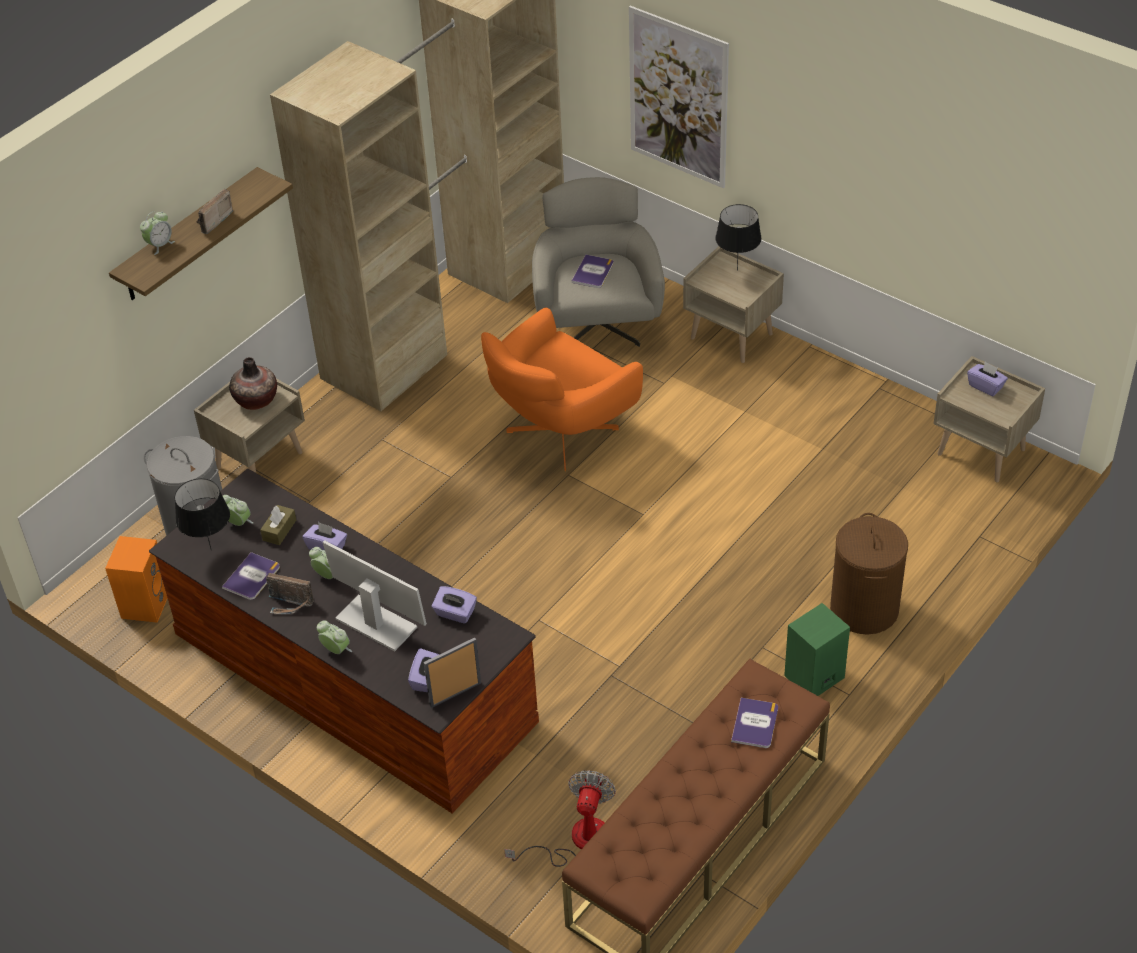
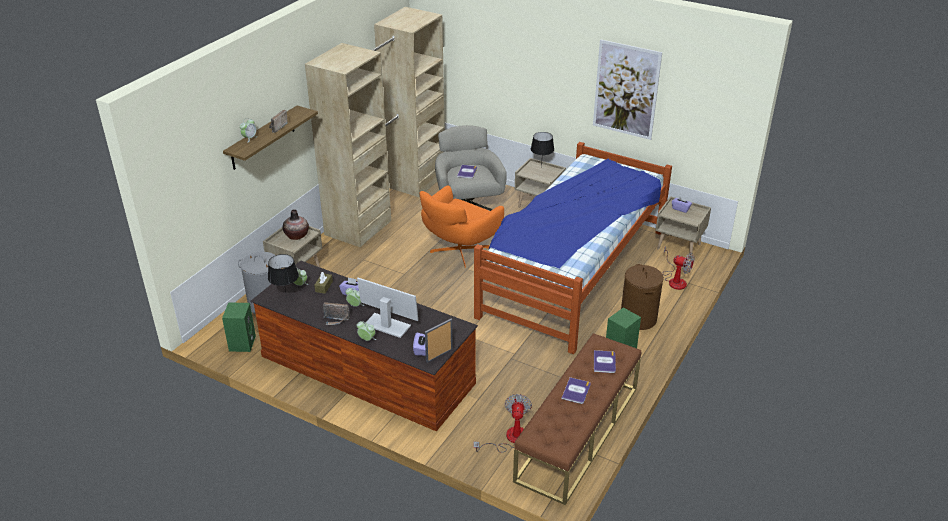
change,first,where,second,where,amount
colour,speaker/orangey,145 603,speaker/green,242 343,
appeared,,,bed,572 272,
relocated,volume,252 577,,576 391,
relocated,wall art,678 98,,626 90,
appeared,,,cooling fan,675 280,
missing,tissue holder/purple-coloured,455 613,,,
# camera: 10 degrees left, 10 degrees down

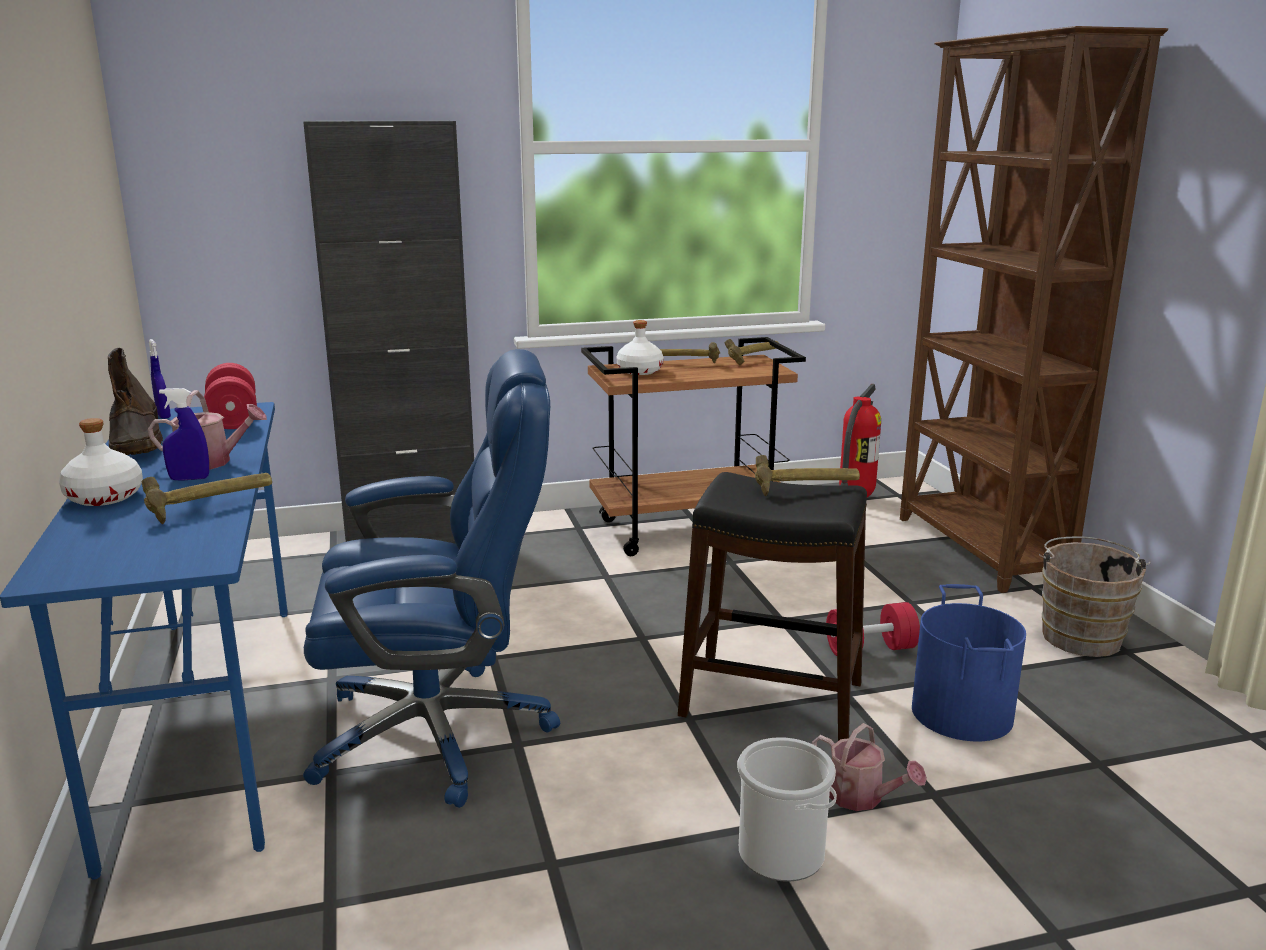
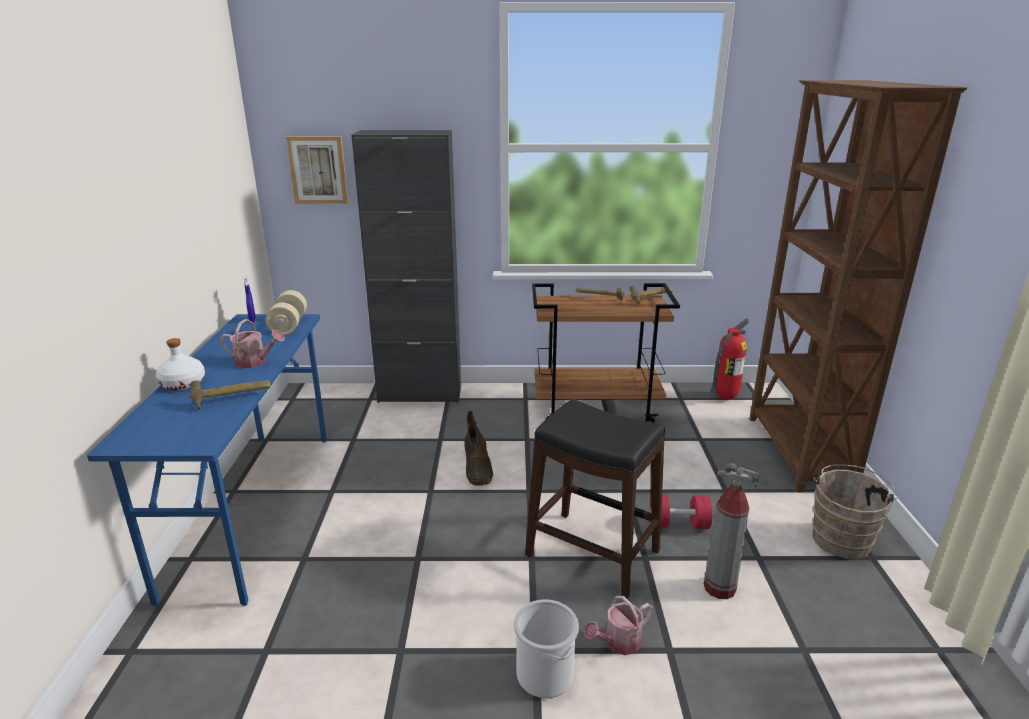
change,first,where,second,where,amount
colour,hand weight/reddish,233 418,hand weight/sand-coloured,289 325,
appeared,,,wall art,318 170,
relocated,high-top boot/brown-coloured,137 442,,478 468,
spun,sprinkling can,862 798,,618 643,90 degrees clockwise
exchanged,pail/blue,960 713,fire-fighting cylinder,719 588,
missing,spray bottle/blue,189 479,,,
missing,desk chair/blue,439 733,,,
missing,bottle/white-coloured,639 371,,,
missing,tool hammer,806 490,,,
# camera: 15 degrees right, 5 degrees up

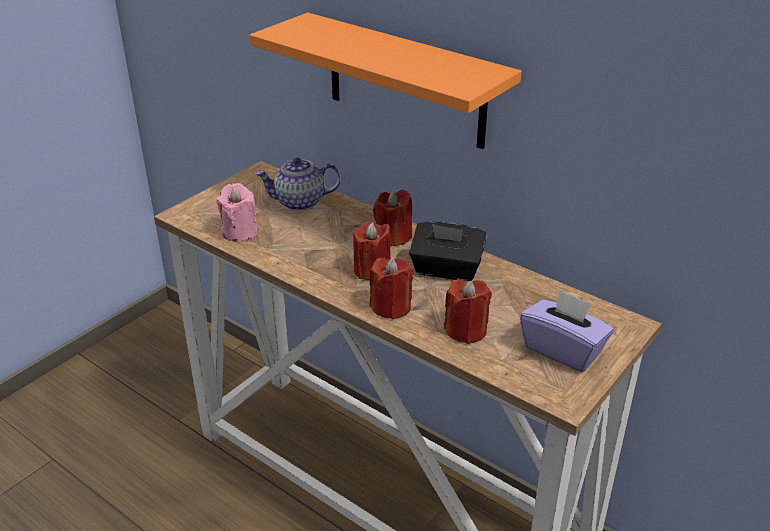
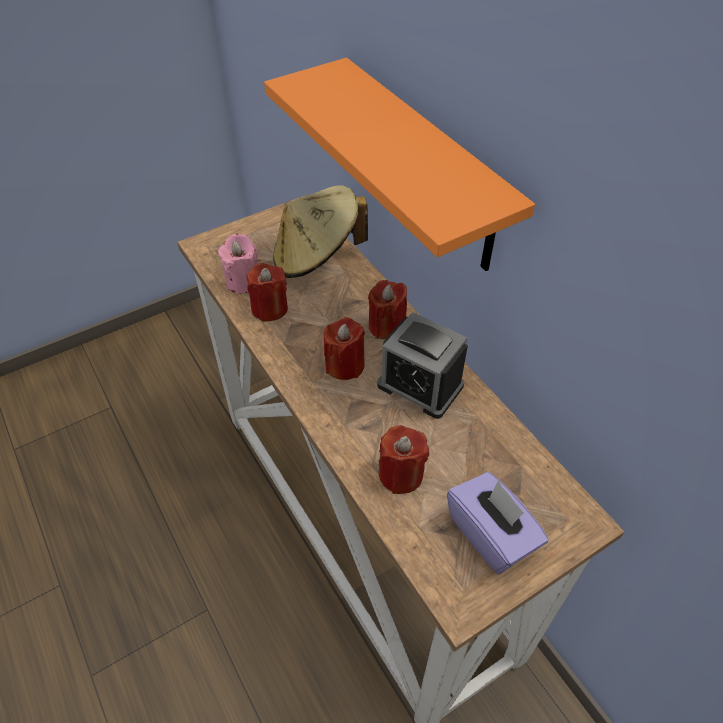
change,first,where,second,where,amount
relocated,candle/reddish,391 307,,269 308,
exchanged,tea pot,299 202,clothing hat/sand-coloured,317 257,
exchanged,tissue holder/black-coloured,446 270,alarm clock,420 385,
# camera: 20 degrees right, 15 degrees up

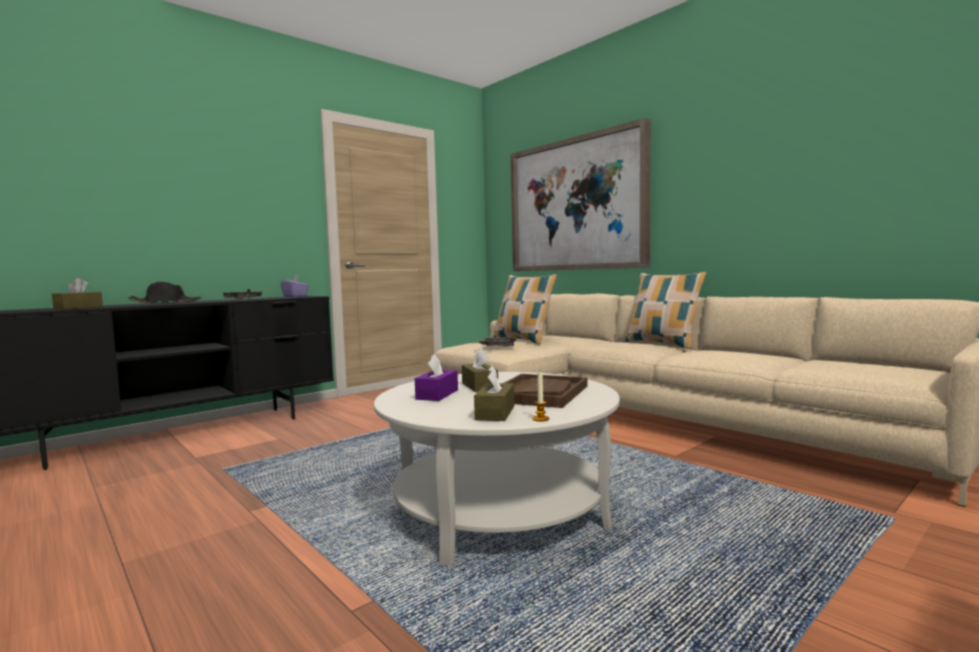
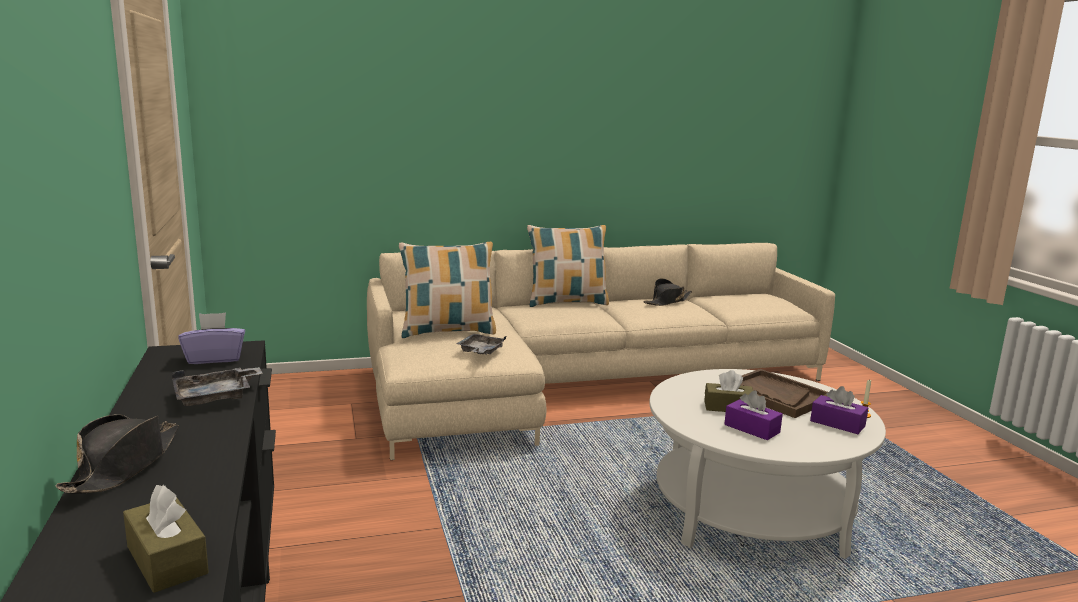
change,first,where,second,where,amount
appeared,,,clothing hat/black-coloured,667 301,
colour,tissue holder/brown-coloured,495 413,tissue holder/purple-coloured,837 423,
missing,wall art,576 205,,,
# camera: 65 degrees left, 10 degrees up

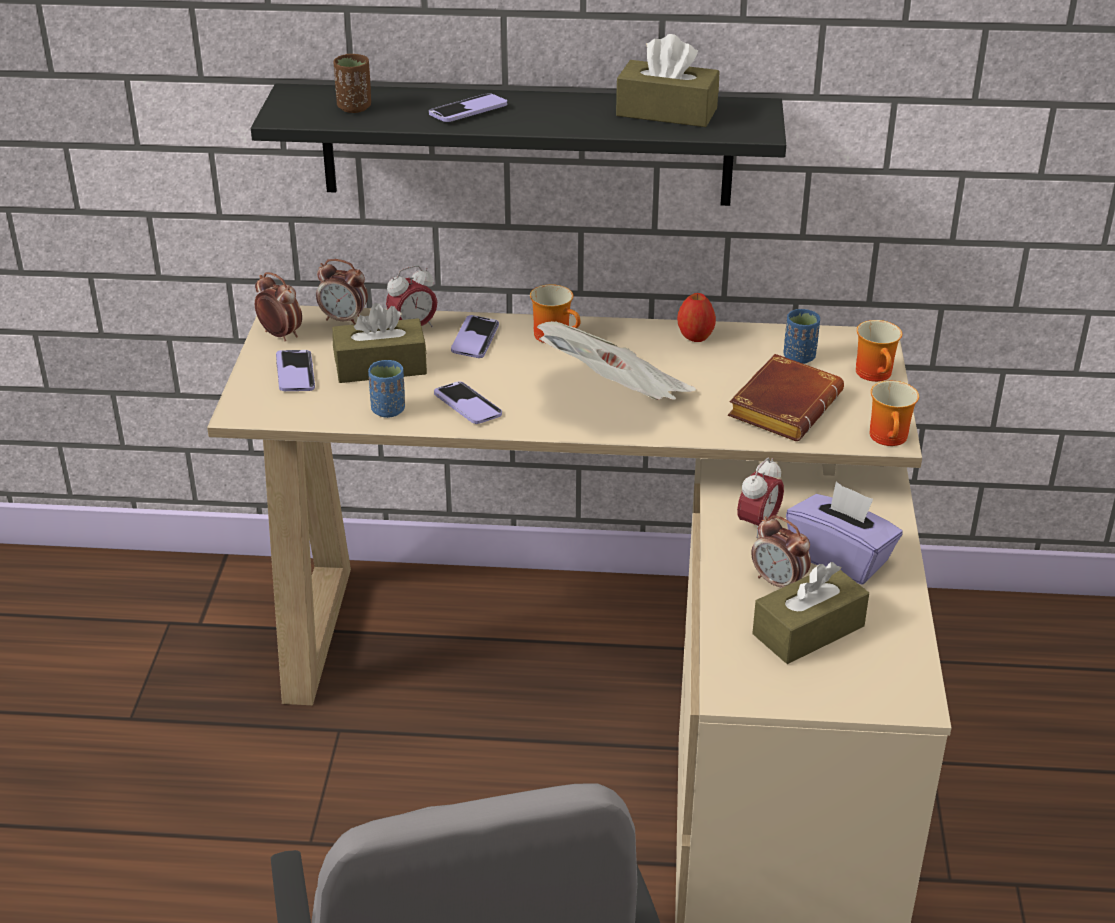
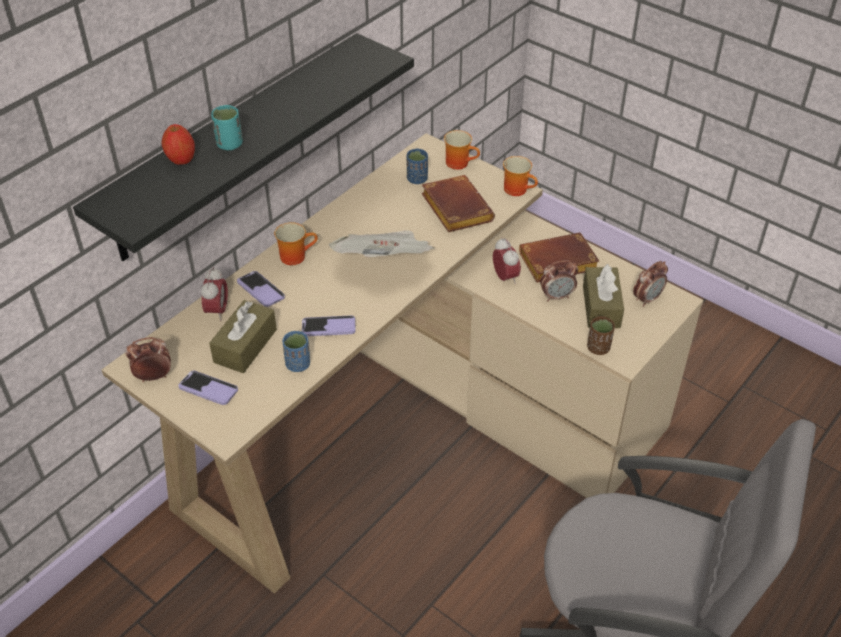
change,first,where,second,where,amount
relocated,apple,695 336,,181 160,
exchanged,handset,468 110,small cup/turquoise,229 144,
exchanged,tissue holder/purple-coloured,840 558,volume/brown-coloured,556 264,
relocated,small cup/brown-coloured,354 107,,598 348,
relocated,alarm clock,344 319,,647 299,
missing,tissue holder/brown-coloured,666 112,,,
# camera: 55 degrees left, 10 degrees up

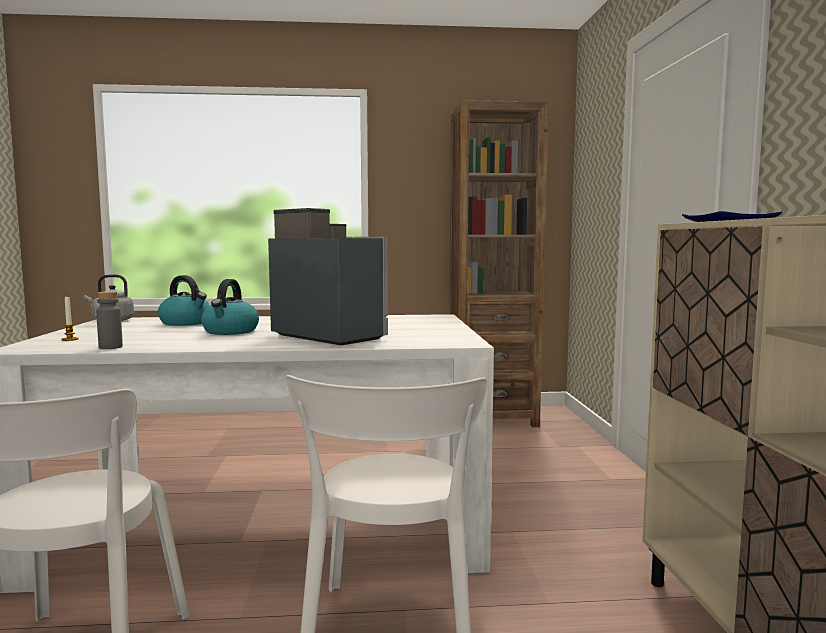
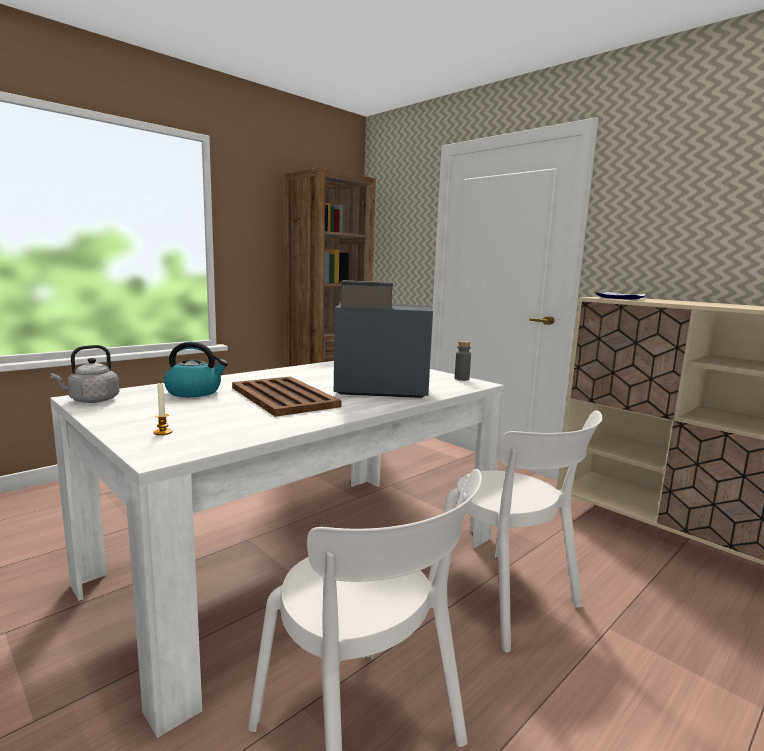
change,first,where,second,where,amount
exchanged,water kettle,230 331,tray/brown-coloured,283 396,
relocated,bottle/gray,110 347,,461 379,
# camera: 40 degrees left, 5 degrees up

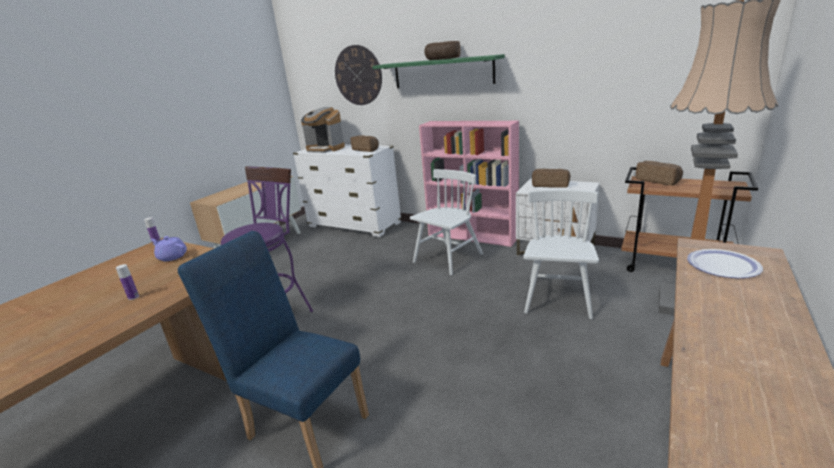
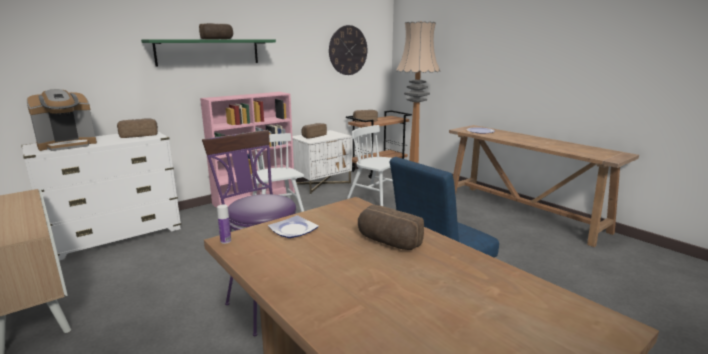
change,first,where,second,where,amount
exchanged,tea pot/purple-coloured,172 257,flat dish,294 230,
relocated,hanging clock,358 75,,348 50,
exchanged,bottle,133 297,baked bread,387 242,
# camera: 70 degrees left, 5 degrees down

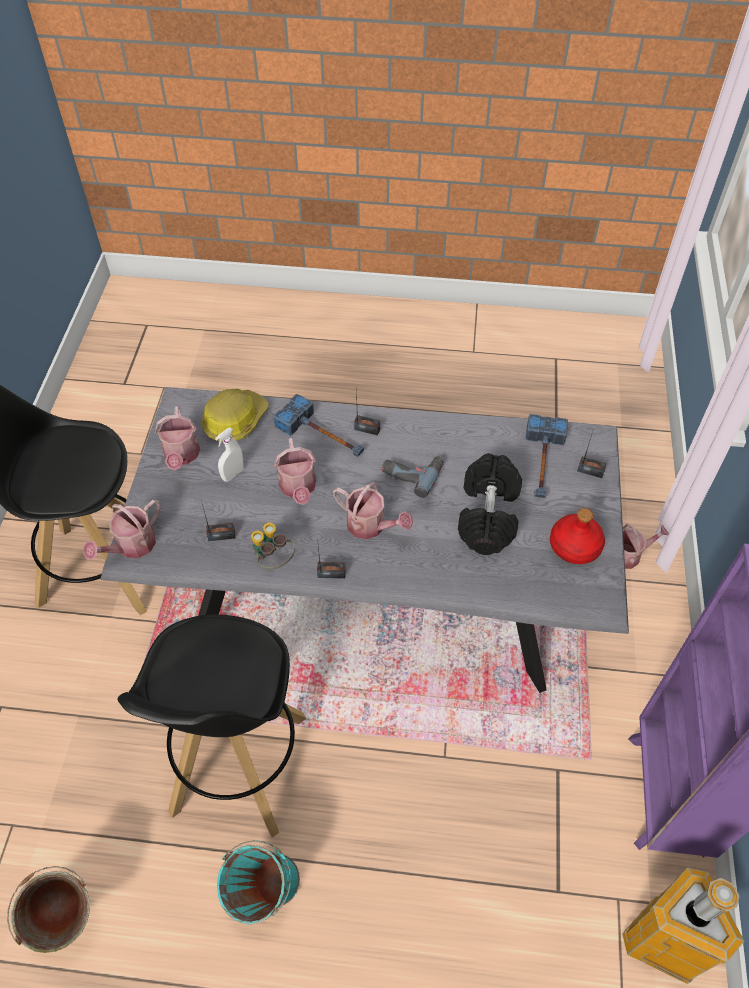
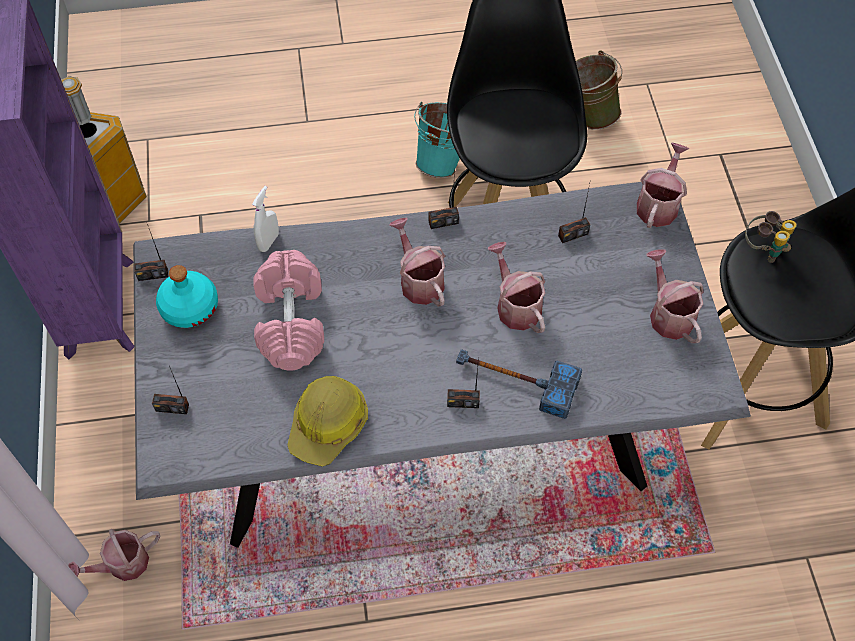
change,first,where,second,where,amount
appeared,,,radio receiver,153 274,
colour,bottle/reddish,575 547,bottle/turquoise,189 307,
relocated,spray bottle/white-coloured,233 474,,268 242,
colour,hand weight/black-coloured,488 516,hand weight/pink,290 321,
relocated,hard hat,235 421,,328 424,
spun,sprinkling can,371 526,,419 280,45 degrees clockwise
relocated,binoculars,273 560,,763 249,
missing,electric drill,412 472,,,
missing,tool hammer,542 462,,,
# camera: 165 degrees right, 5 degrees up

